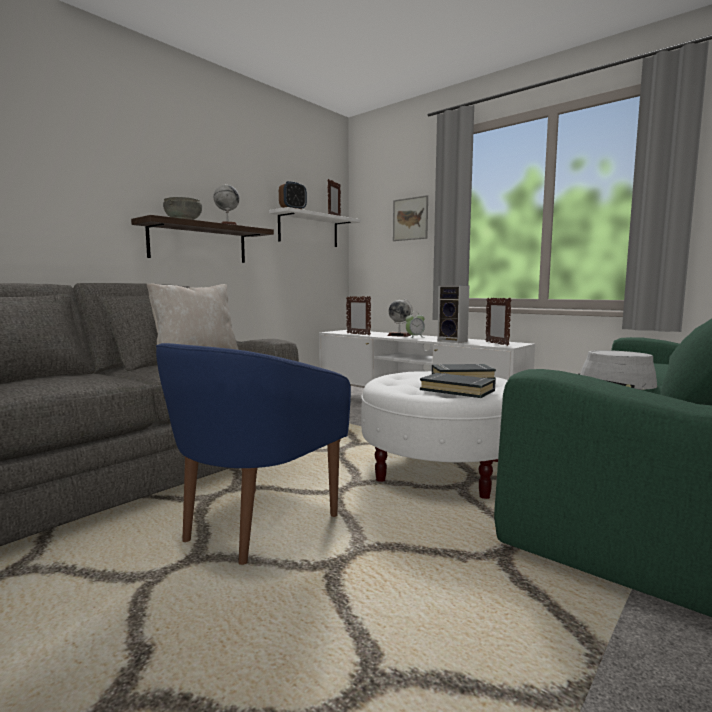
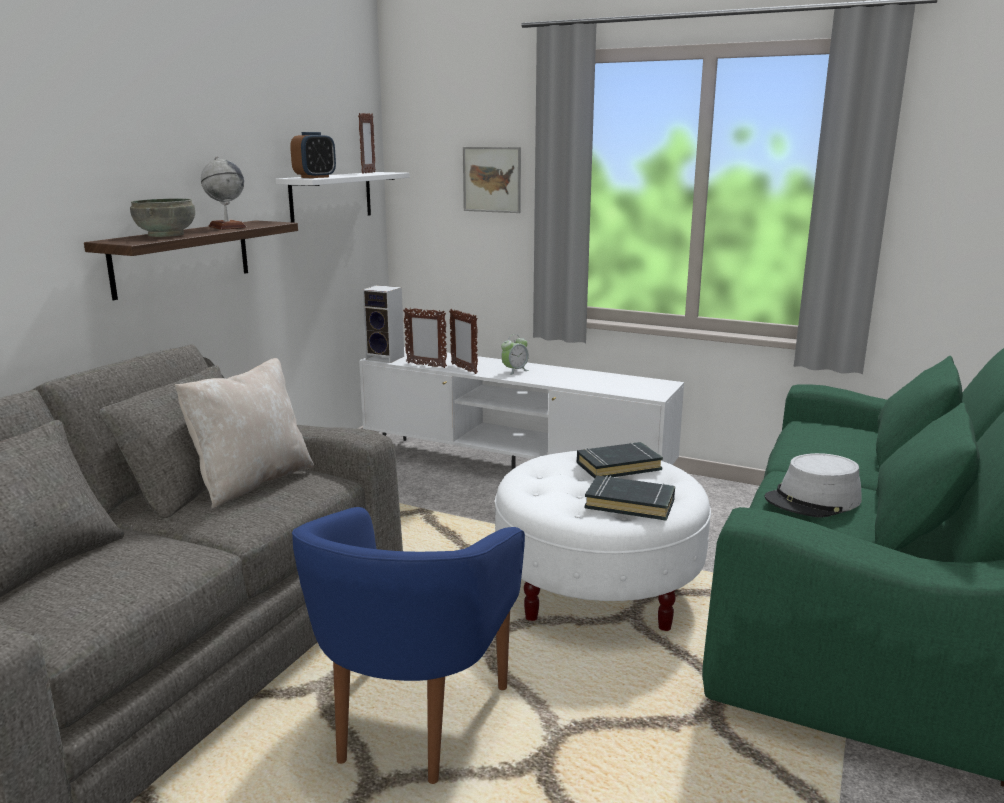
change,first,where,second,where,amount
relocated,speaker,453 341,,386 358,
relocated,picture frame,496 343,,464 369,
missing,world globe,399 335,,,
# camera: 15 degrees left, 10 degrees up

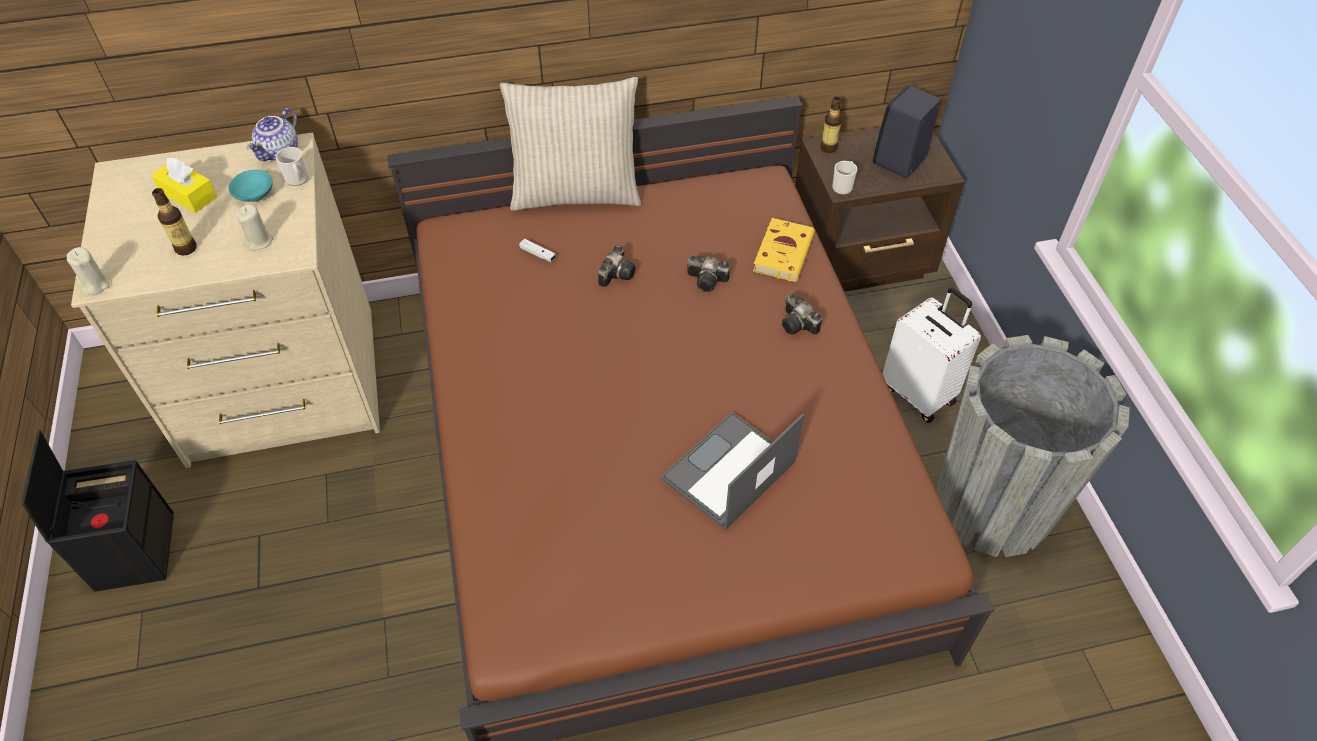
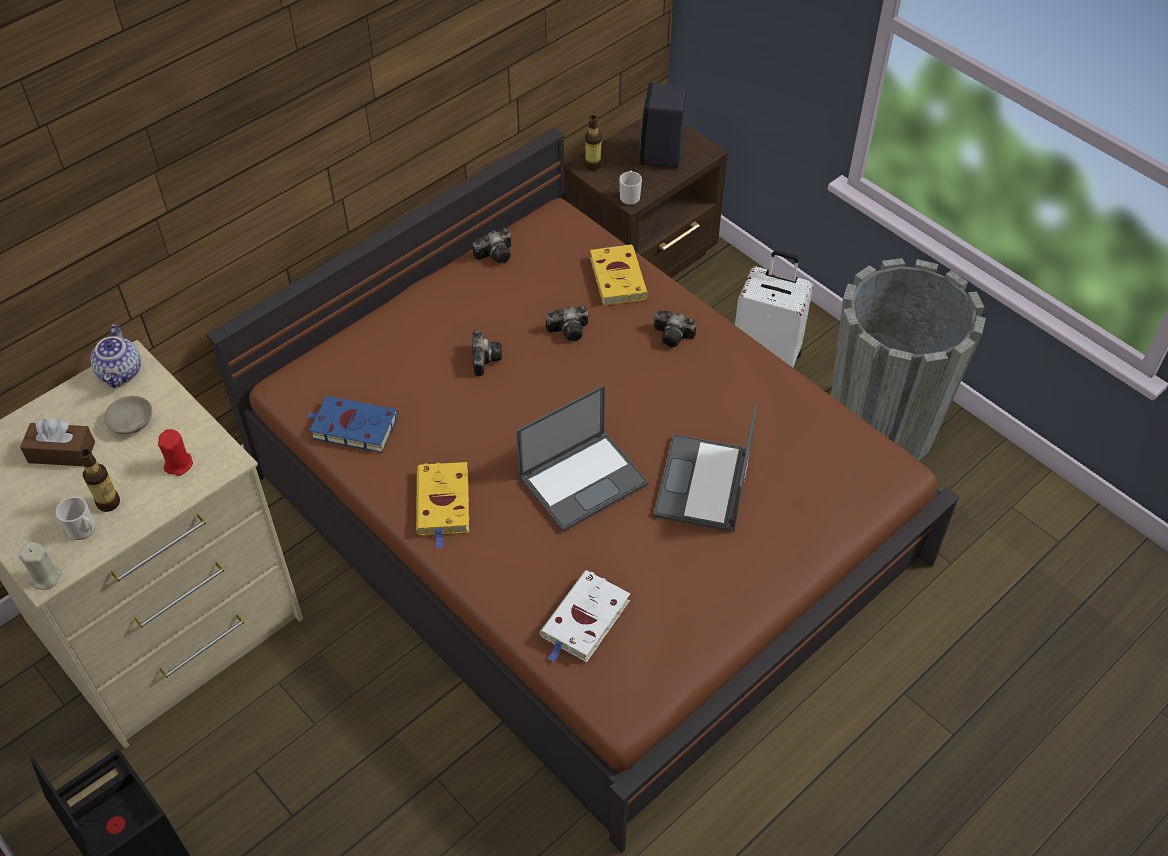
change,first,where,second,where,amount
colour,tissue holder/yellow-coloured,188 195,tissue holder/brown-coloured,62 452,
relocated,mug,298 180,,84 530,
colour,serving bowl/turquoise,255 193,serving bowl/sand-coloured,132 421,
colour,candle/sand-coloured,259 241,candle/reddish,179 464,
appeared,,,volume/blue,352 427,
appeared,,,volume/yellow-coloured,444 504,
appeared,,,still camera,497 254,
appeared,,,laptop,584 479,
appeared,,,volume/white-coloured,584 621,
missing,cushion/sand-coloured,576 193,,,
missing,gamepad/white-coloured,537 254,,,
# camera: 30 degrees left, 0 degrees up

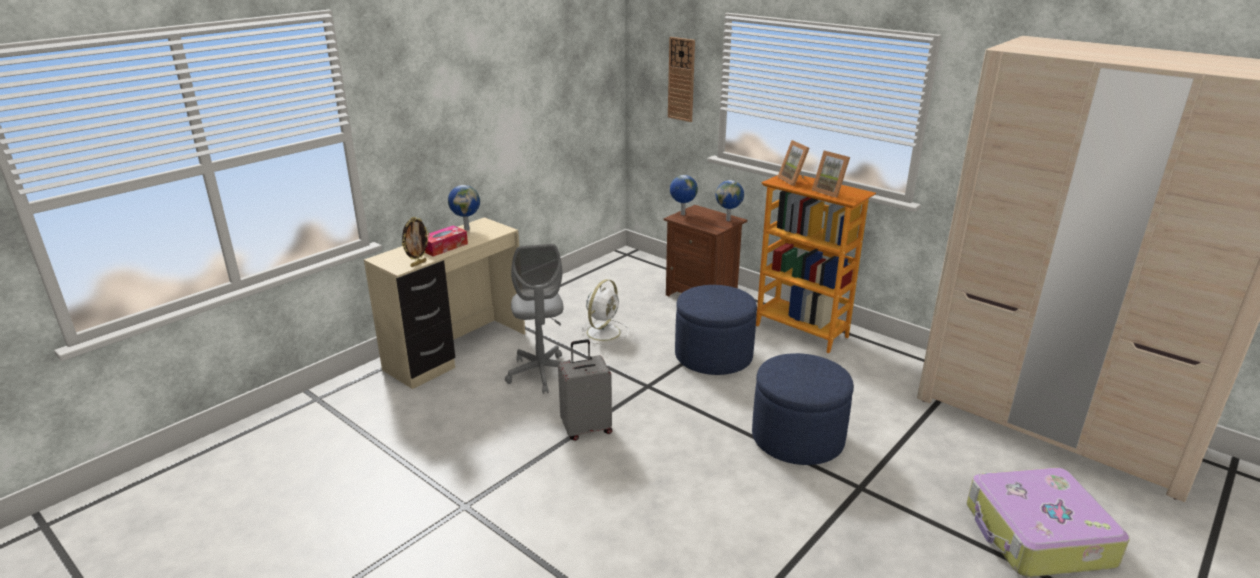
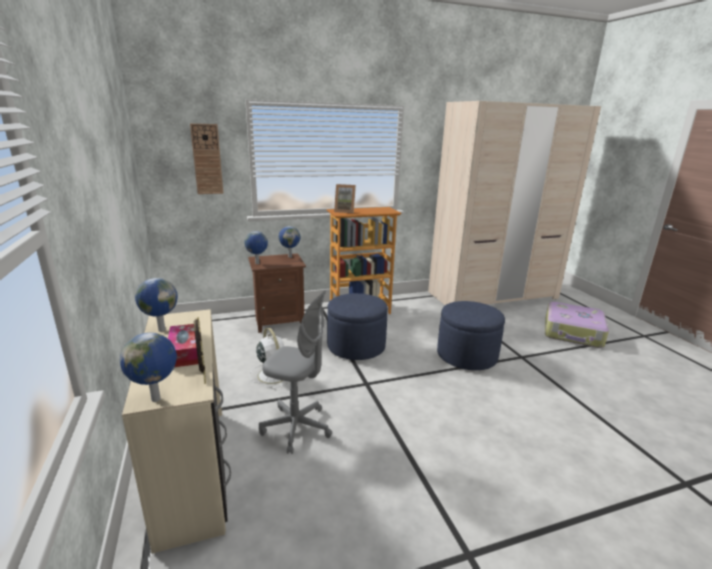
change,first,where,second,where,amount
appeared,,,world globe,157 399,
missing,suitcase/gray,586 428,,,
missing,picture frame,830 191,,,
# camera: 60 degrees left, 5 degrees down

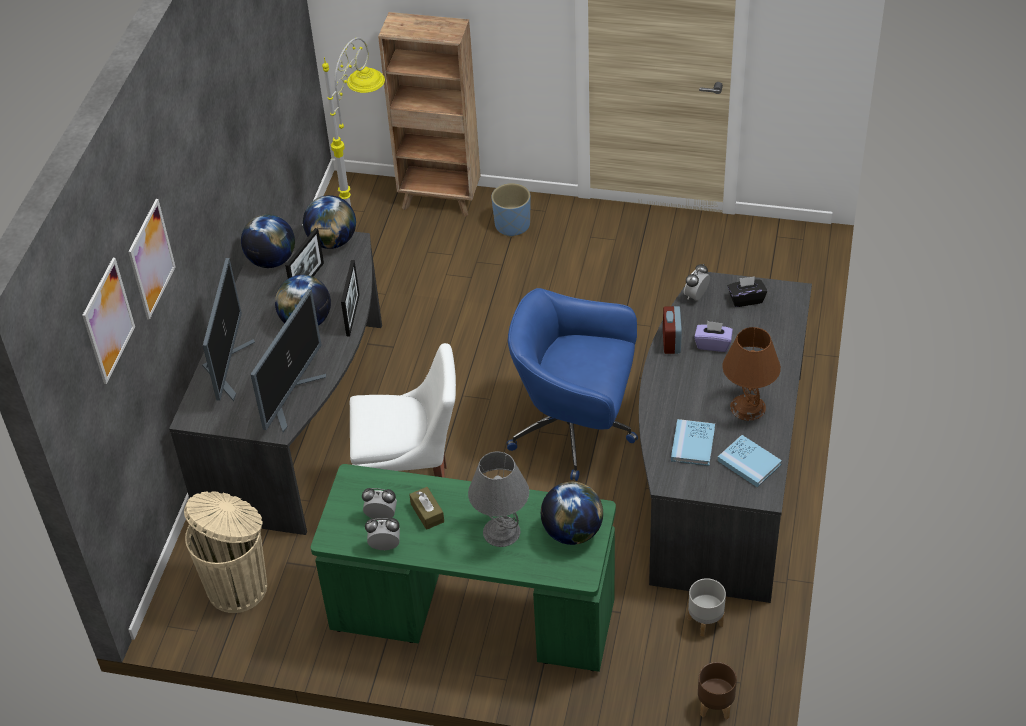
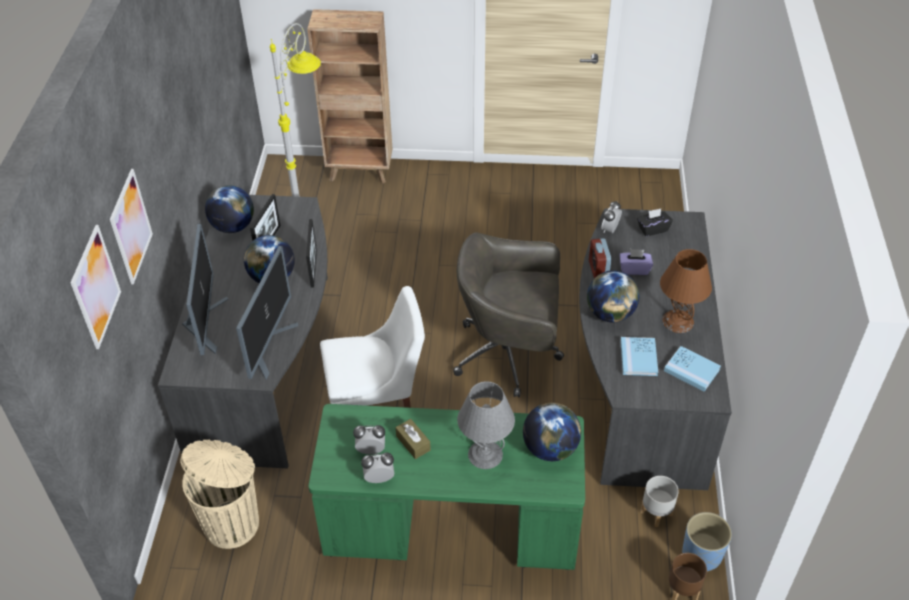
change,first,where,second,where,amount
colour,desk chair/blue,575 431,desk chair/gray,509 354,
relocated,world globe,332 241,,610 314,
relocated,planter/blue,512 225,,701 554,
# camera: 10 degrees left, 0 degrees up

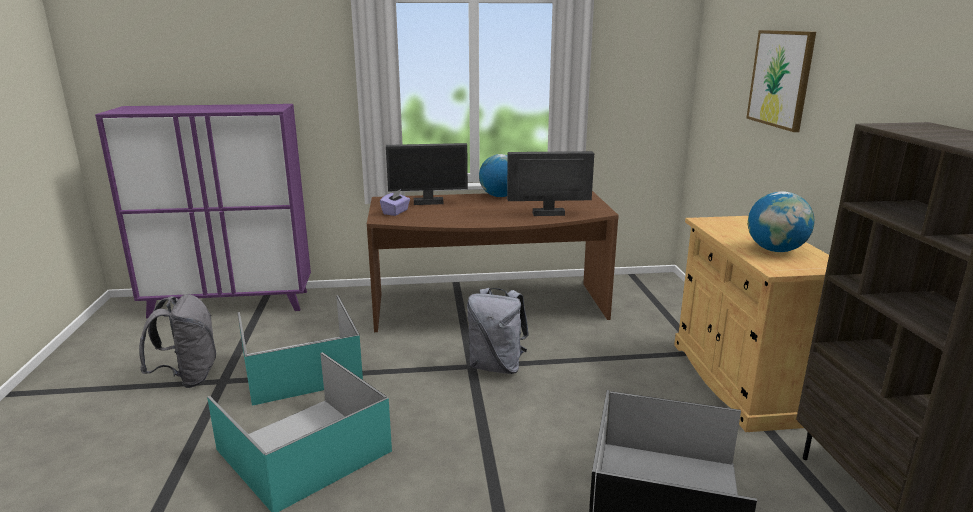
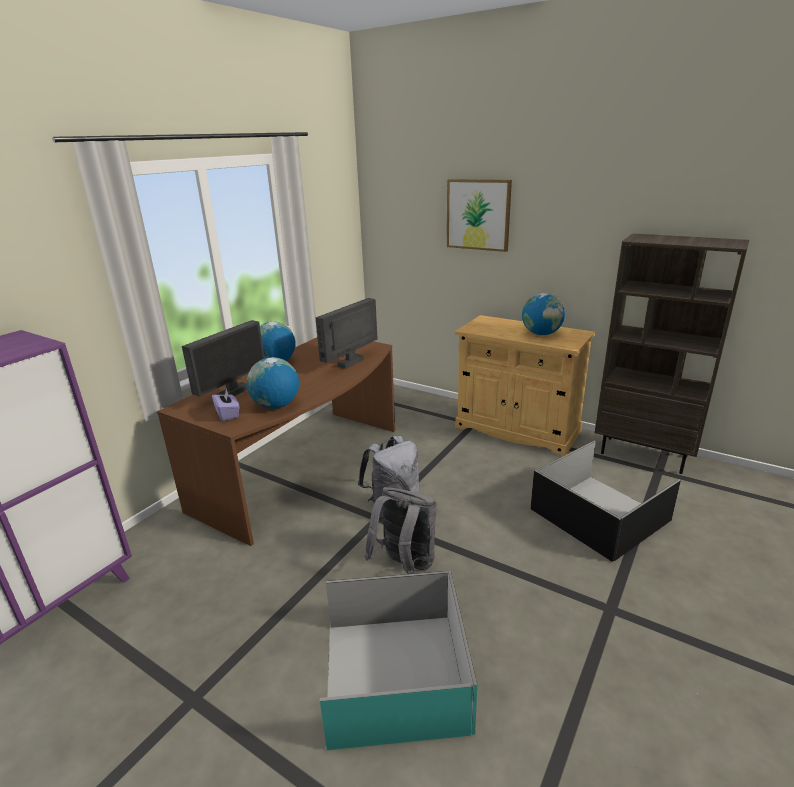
change,first,where,second,where,amount
appeared,,,world globe,276 405,
relocated,knapsack/gray,188 377,,405 565,
missing,storage box/turquoise,303 367,,,
# camera: 50 degrees left, 5 degrees up

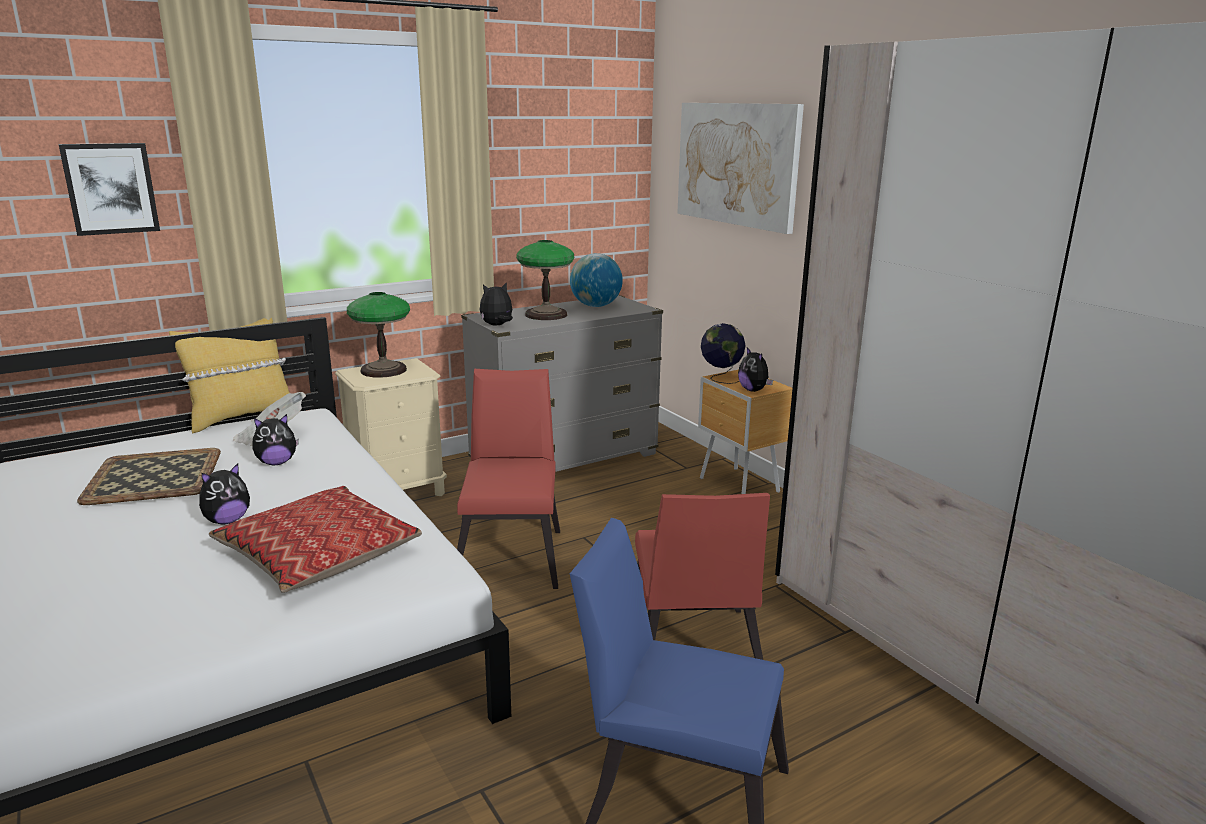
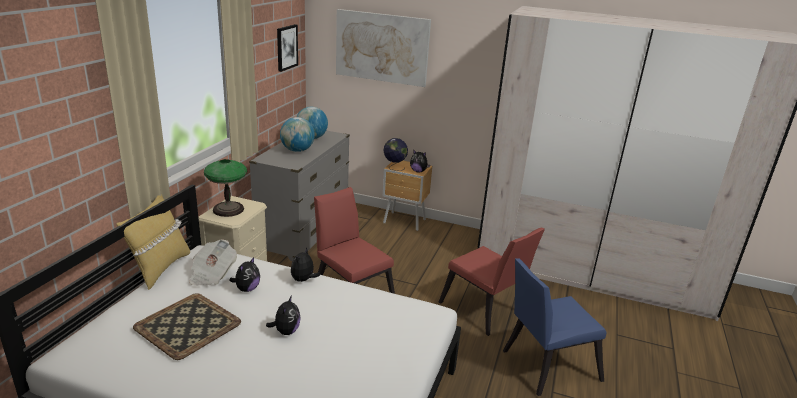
change,first,where,second,where,amount
relocated,wall art,111 188,,286 47,
exchanged,table lamp,545 315,world globe,297 150,
relocated,soft toy,497 325,,303 280,
missing,cushion,319 553,,,
# camera: 40 degrees left, 5 degrees up

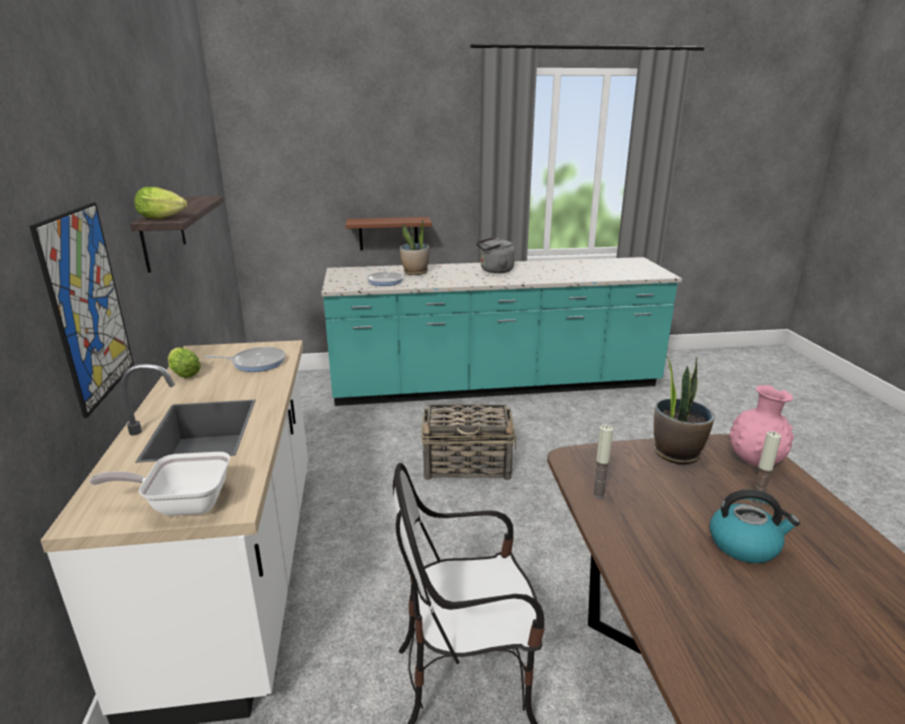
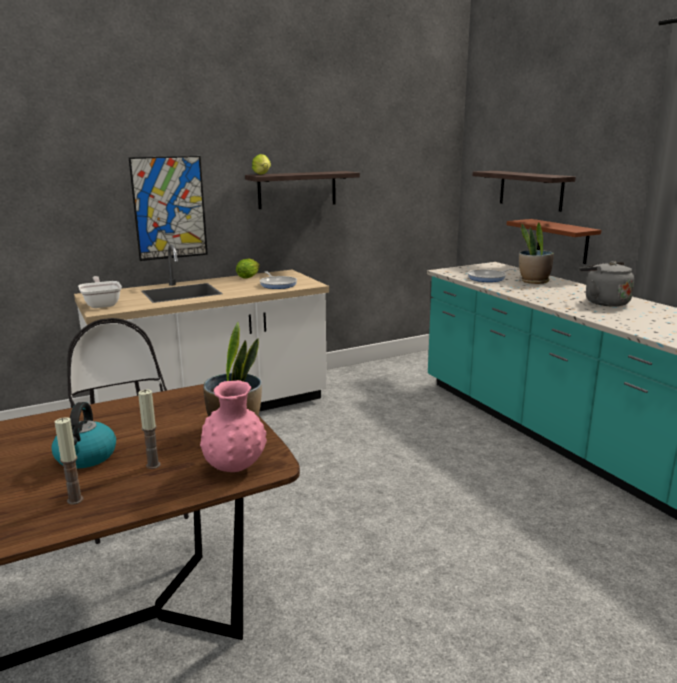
change,first,where,second,where,amount
relocated,candle,598 495,,75 500,
appeared,,,shelf,530 190,
missing,storage basket,468 465,,,
# camera: 70 degrees right, 5 degrees down

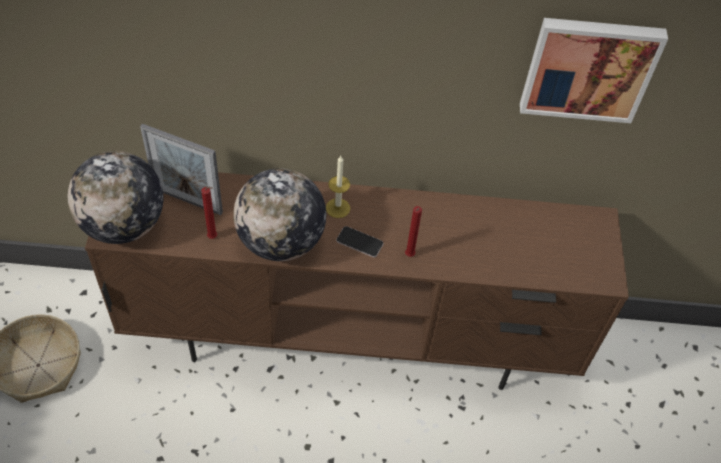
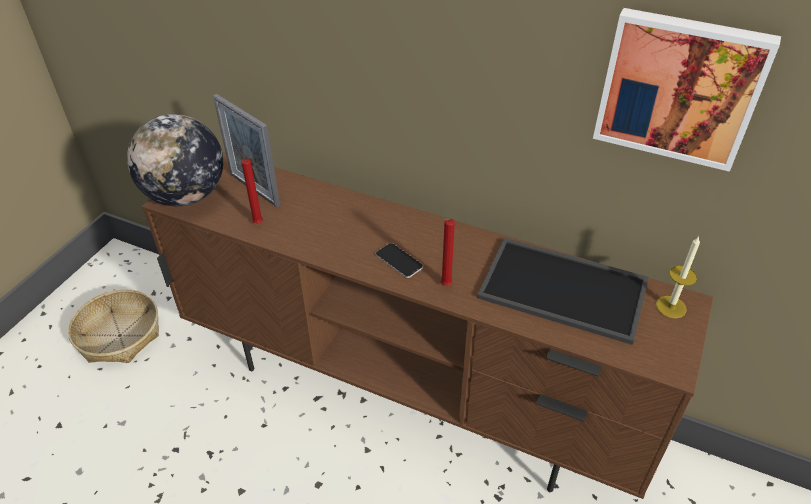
change,first,where,second,where,amount
appeared,,,tray,565 288,
relocated,candle,338 208,,671 307,
missing,world globe,281 241,,,
# camera: 25 degrees right, 10 degrees down

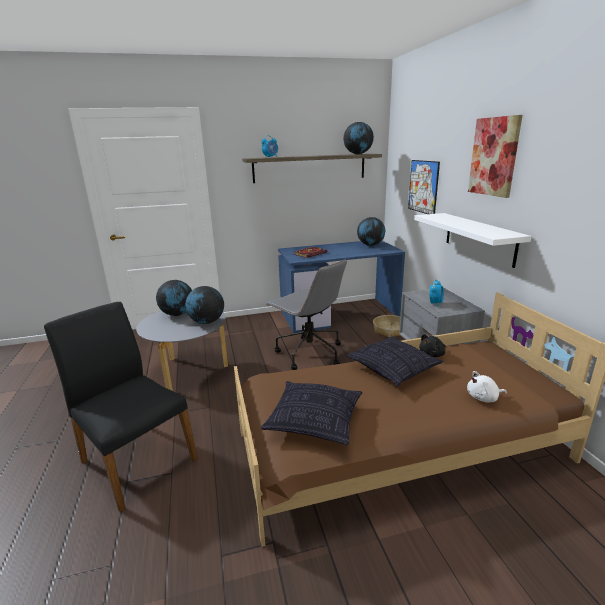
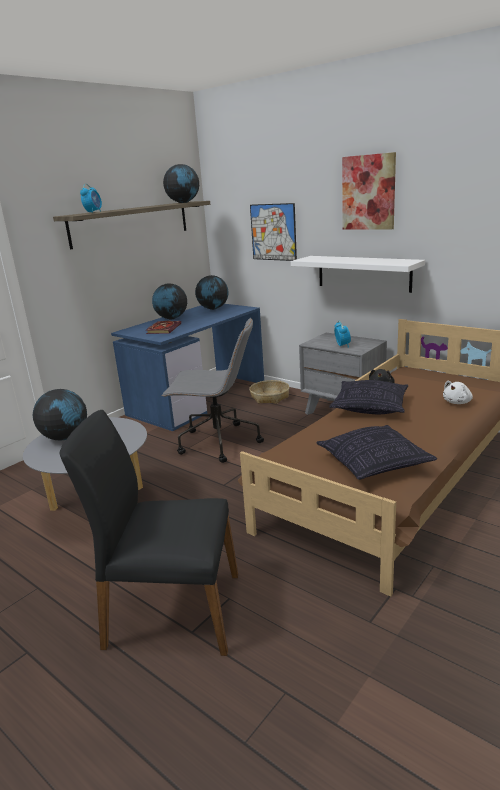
change,first,where,second,where,amount
relocated,world globe,207 322,,171 318,
# camera: 35 degrees left, 0 degrees up

